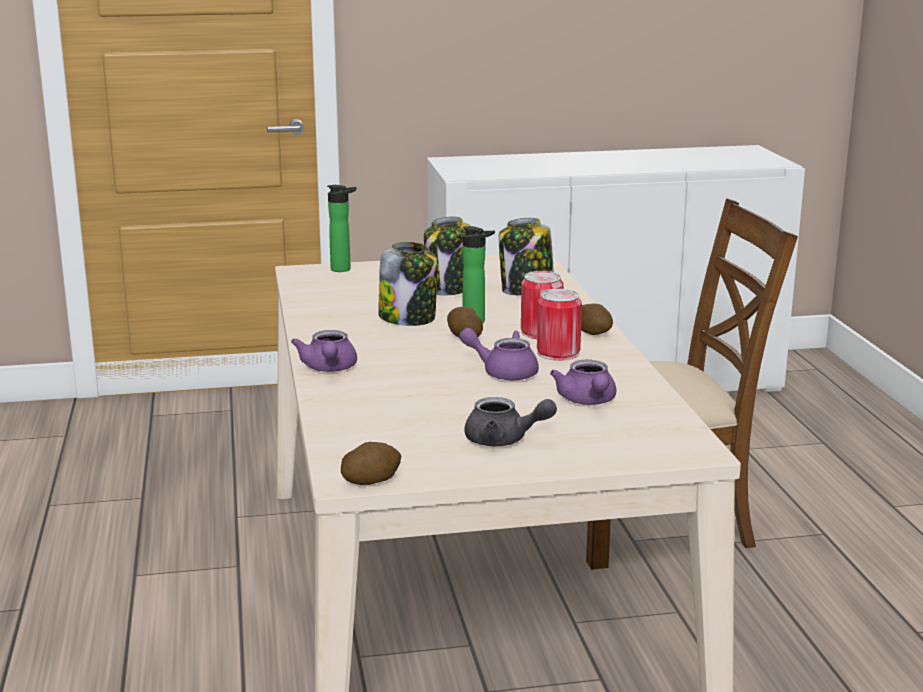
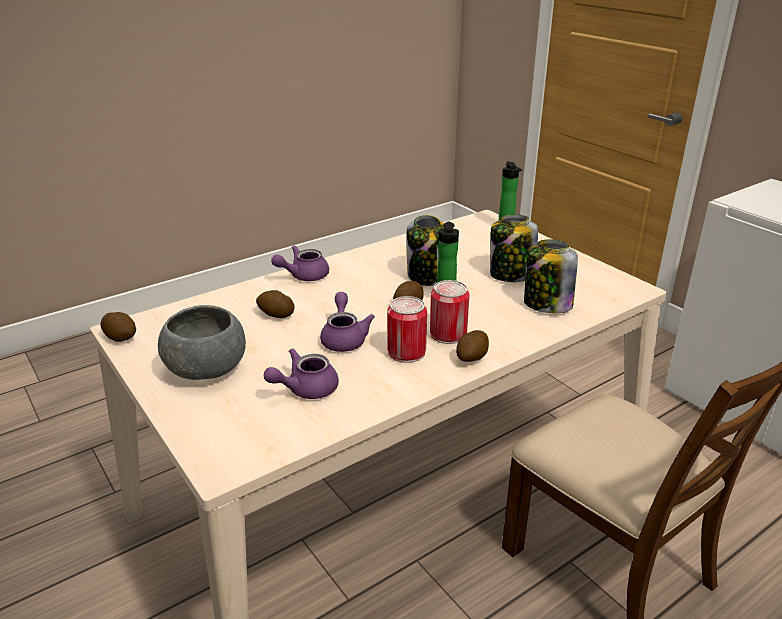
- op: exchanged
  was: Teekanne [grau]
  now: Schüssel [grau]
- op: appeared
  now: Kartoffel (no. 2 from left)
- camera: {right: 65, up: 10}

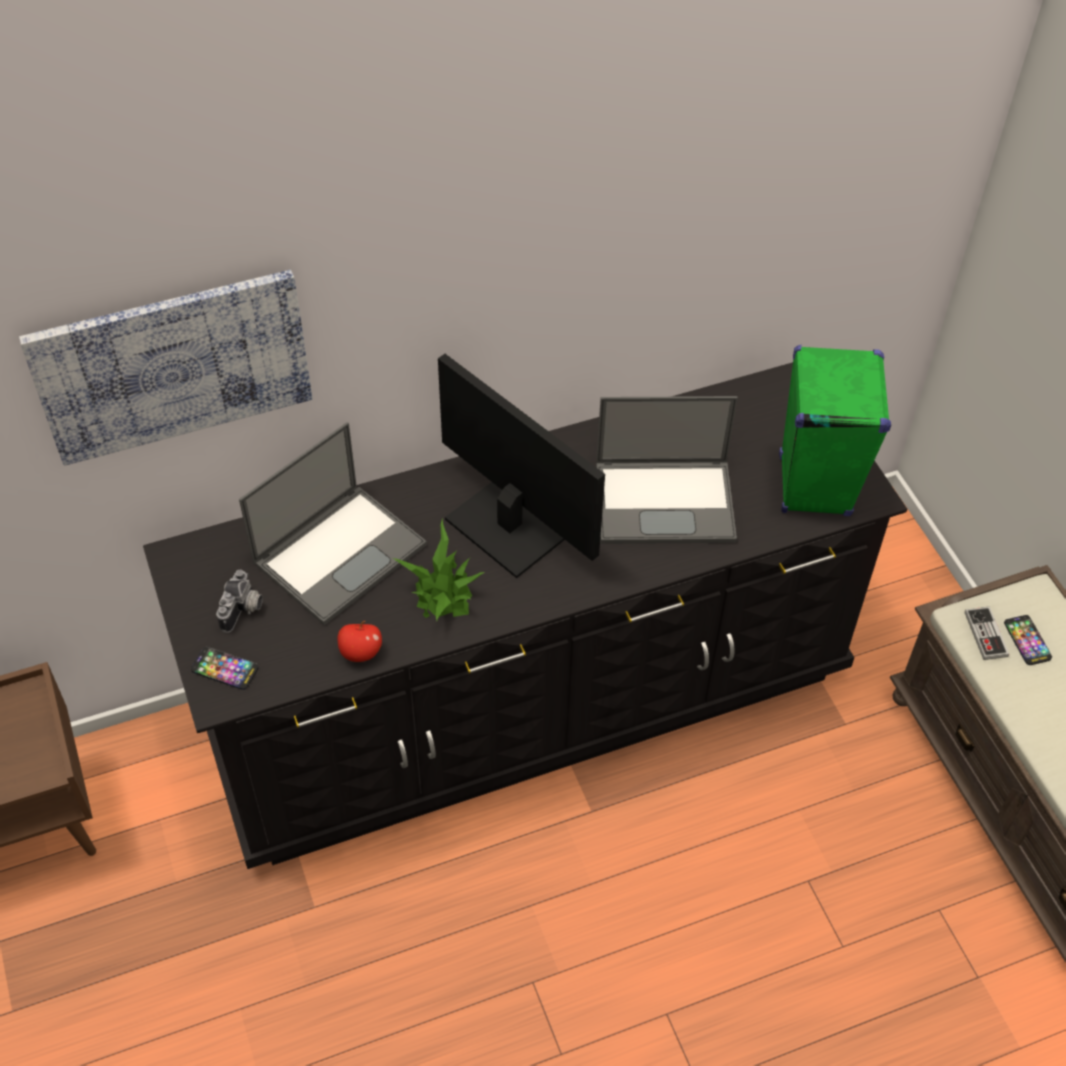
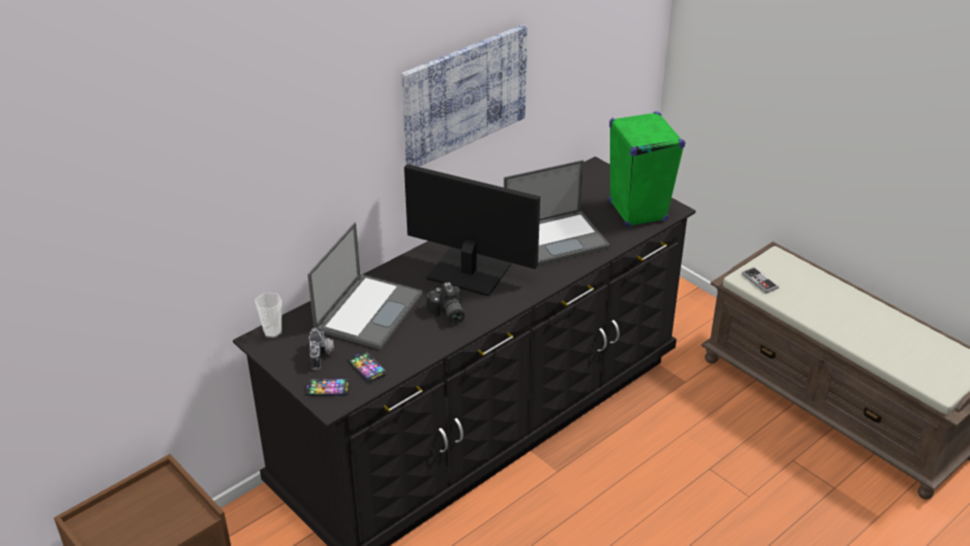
- op: relocated
  was: Bild
- op: exchanged
  was: Topfpflanze
  now: Kamera (no. 2 from left)
- op: relocated
  was: Handy (no. 2 from left)
- op: missing
  was: Apfel
- op: appeared
  now: Tasse
- camera: {right: -20, up: -15}

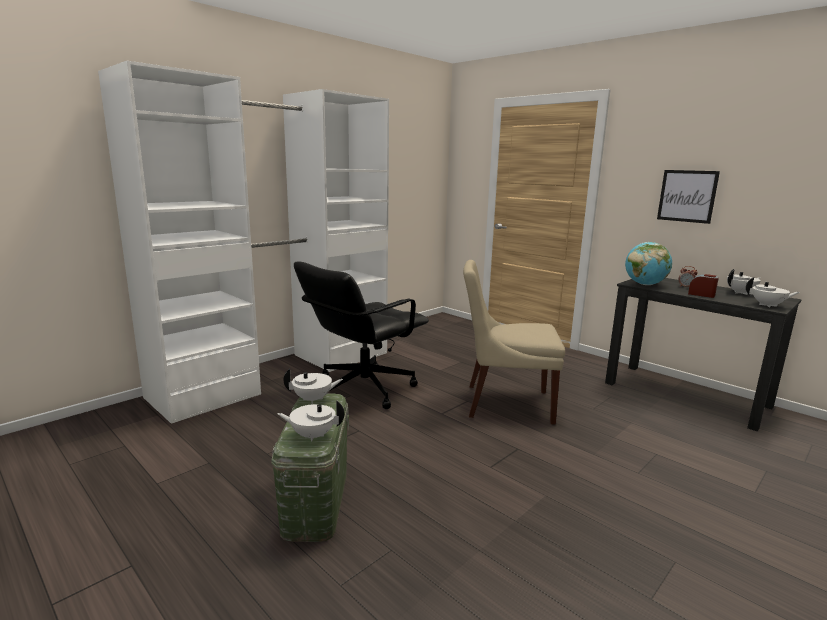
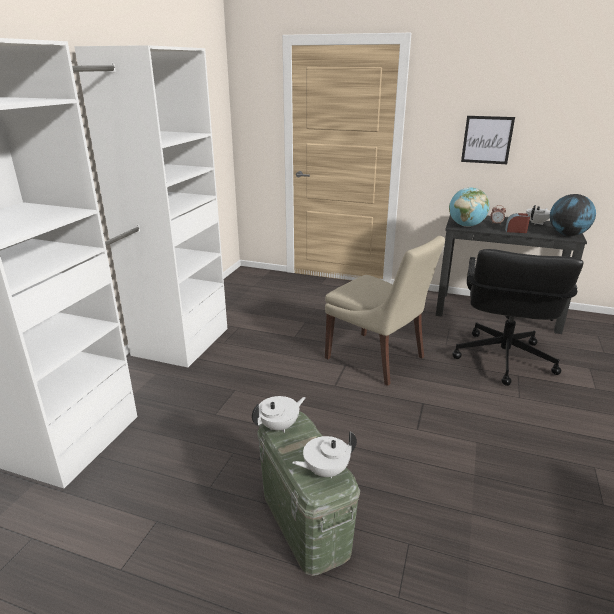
- op: spun
  was: Stuhl [beige]
  clockwise: -120
- op: relocated
  was: Bürostuhl [schwarz]
- op: exchanged
  was: Teekanne [weiß] (no. 4 from left)
  now: Globus (no. 2 from left)
- camera: {right: -25, up: 10}

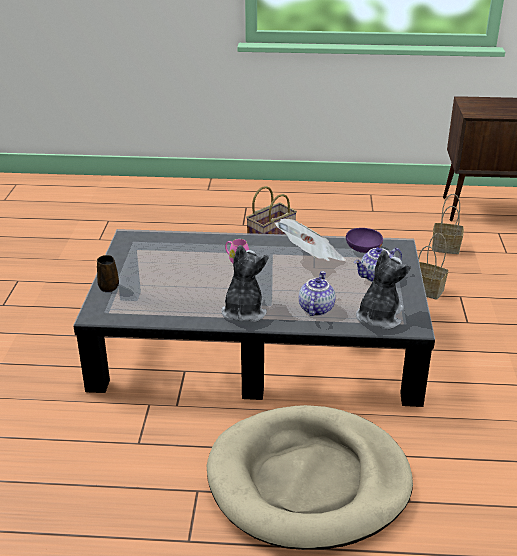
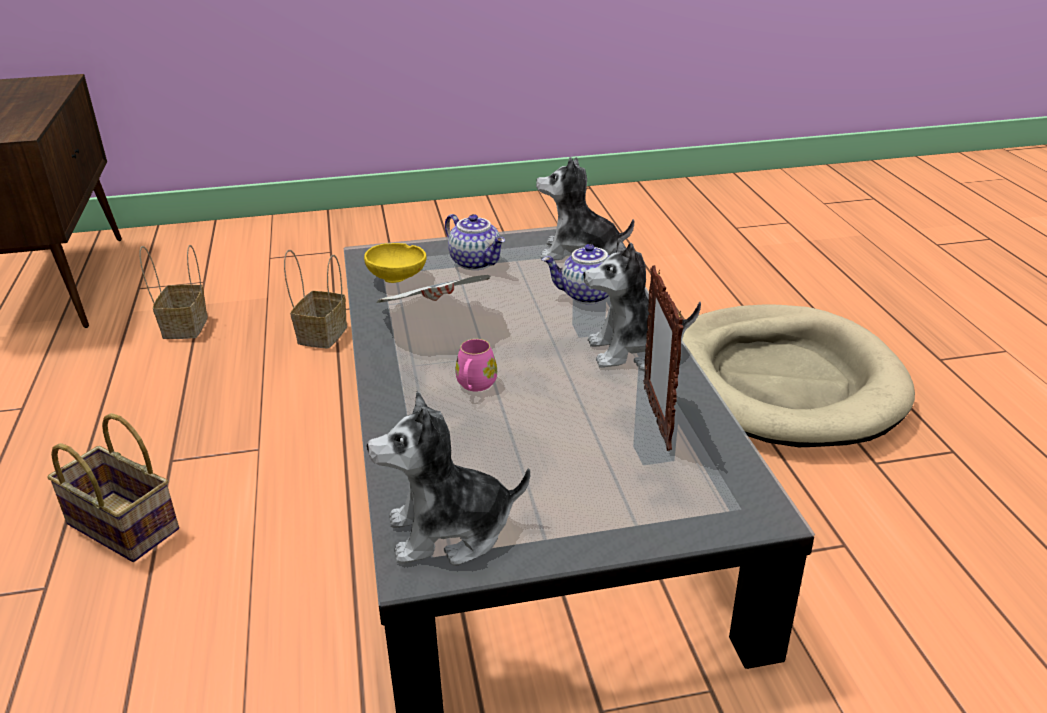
- op: colour
  was: Schüssel [lila]
  now: Schüssel [gelb]
- op: missing
  was: Henkelbecher [braun]
- op: appeared
  now: Bilderrahmen
- op: appeared
  now: Plüschtier (no. 1 from left)
- camera: {right: -105, up: 0}

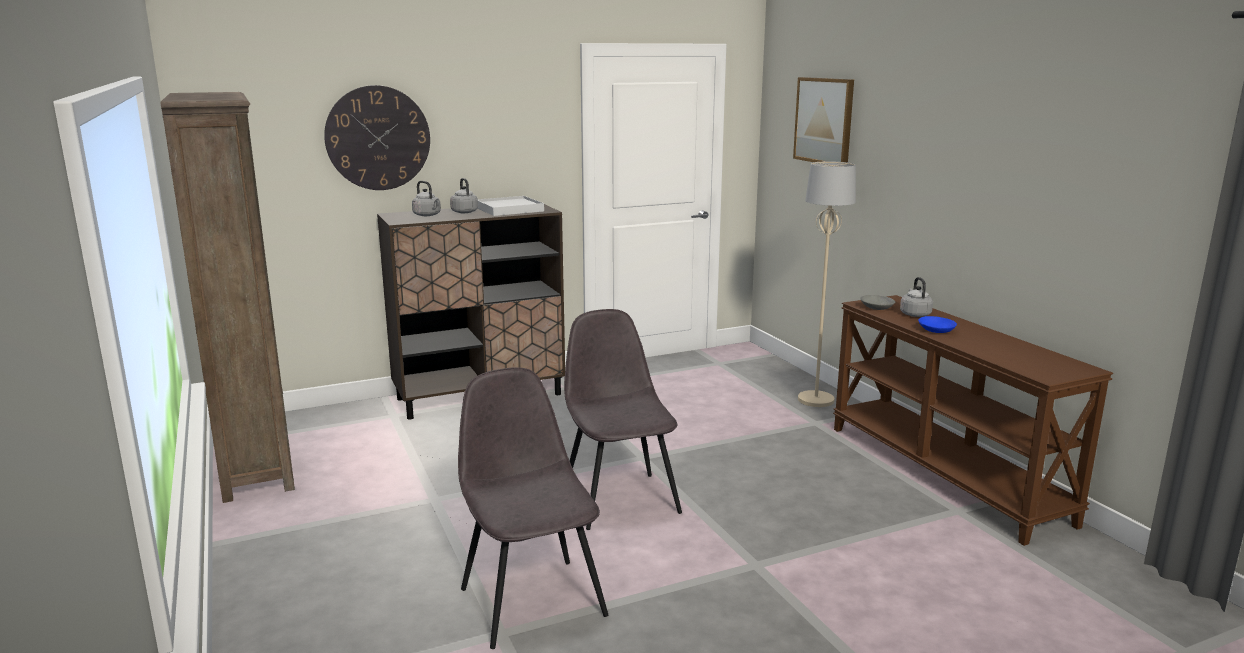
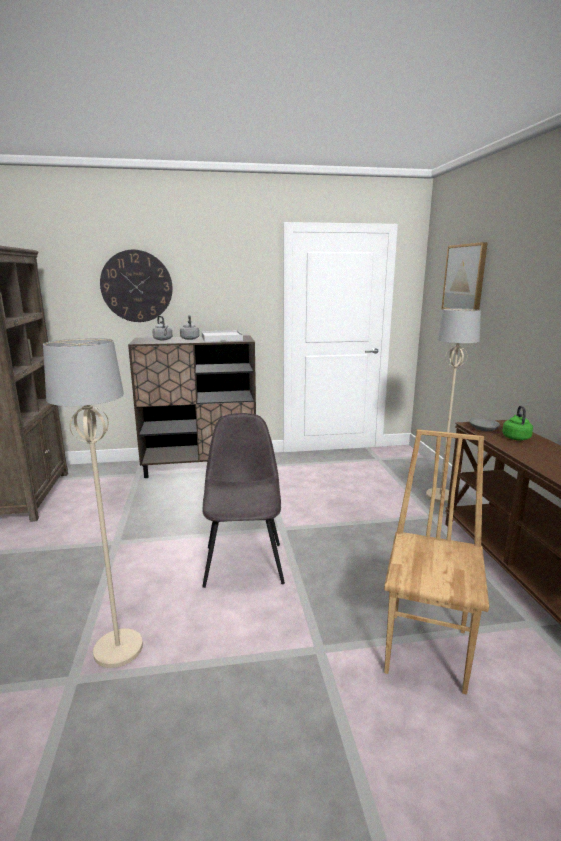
- op: colour
  was: Wasserkessel [grau] (no. 3 from left)
  now: Wasserkessel [grün]
- op: missing
  was: Schüssel [blau]
- op: exchanged
  was: Stuhl [grau] (no. 1 from left)
  now: Stehlampe [beige] (no. 1 from left)
- op: appeared
  now: Stuhl [braun]
- camera: {right: 15, up: 0}

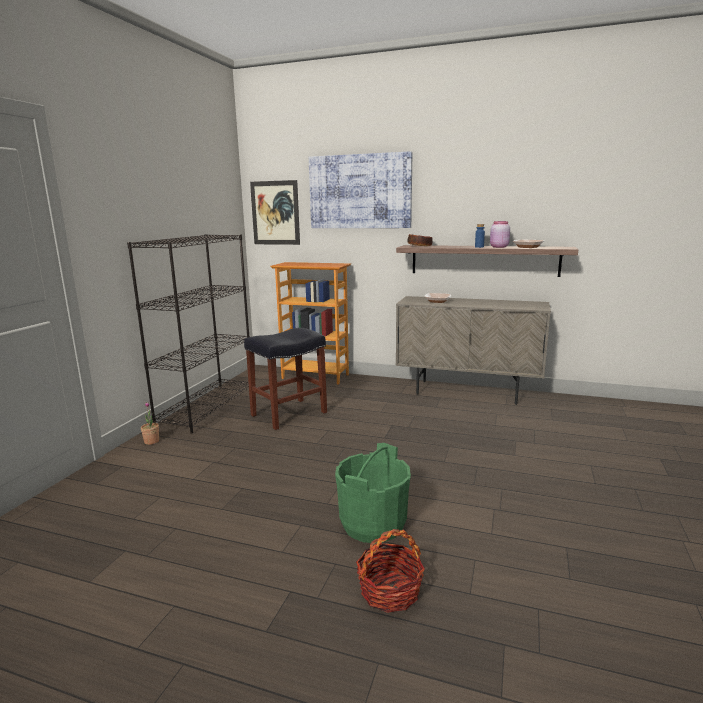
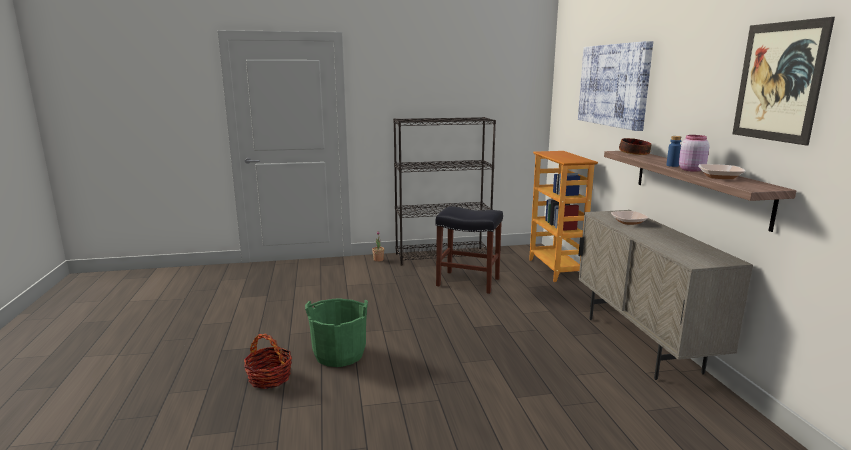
- op: relocated
  was: Bild (no. 1 from left in the first image)
  now: Bild (no. 2 from left)
- camera: {right: 60, up: 0}

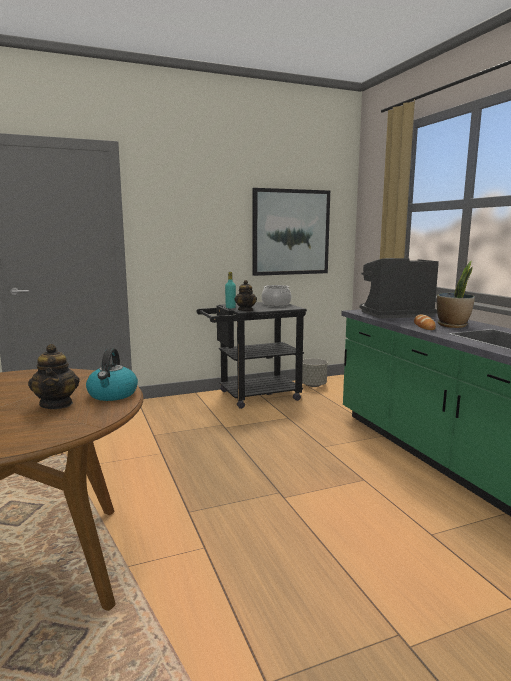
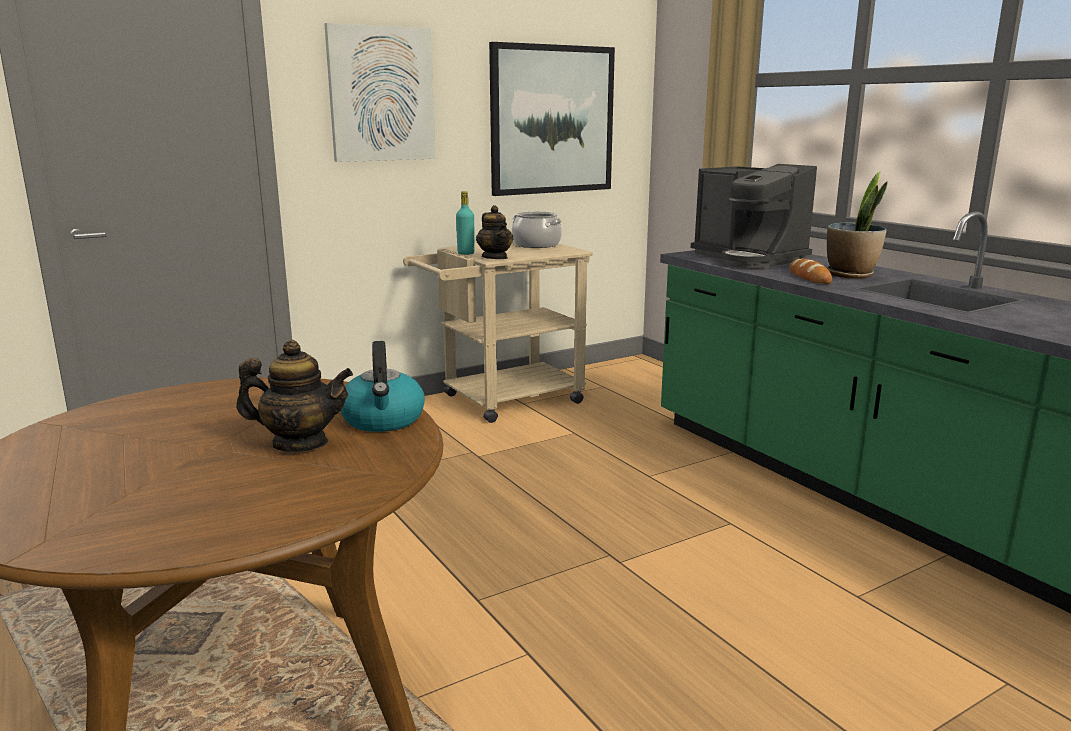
- op: spun
  was: Kaffeemaschine
  clockwise: -105
- op: colour
  was: Rollwagen [schwarz]
  now: Rollwagen [beige]
- op: spun
  was: Teekanne (no. 1 from left)
  clockwise: -60
- op: missing
  was: Pflanzkübel [grau]
- op: appeared
  now: Bild (no. 1 from left)
- camera: {right: -10, up: 5}

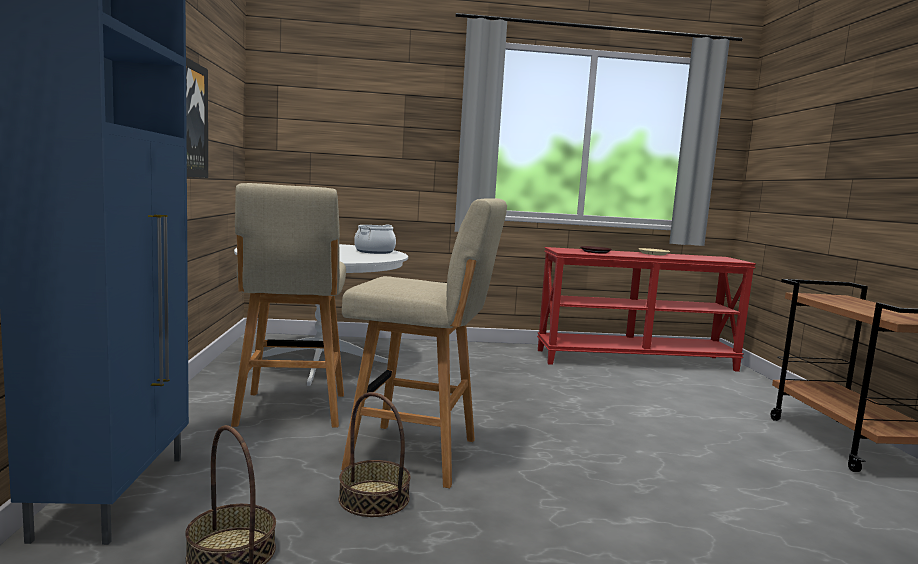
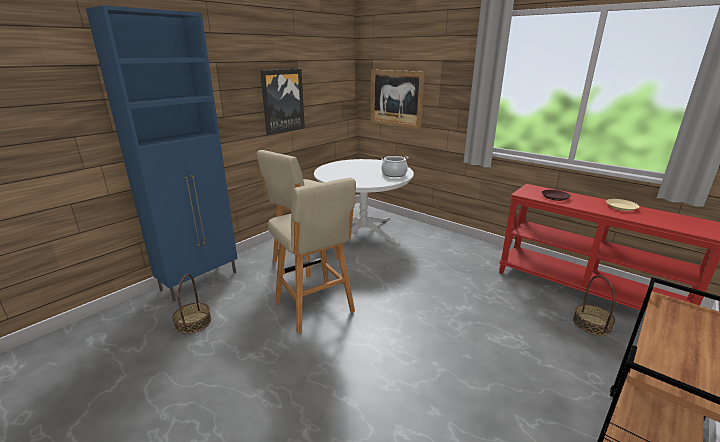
- op: relocated
  was: Korb (no. 2 from left)
- op: appeared
  now: Bild (no. 2 from left)
- camera: {right: 45, up: 15}

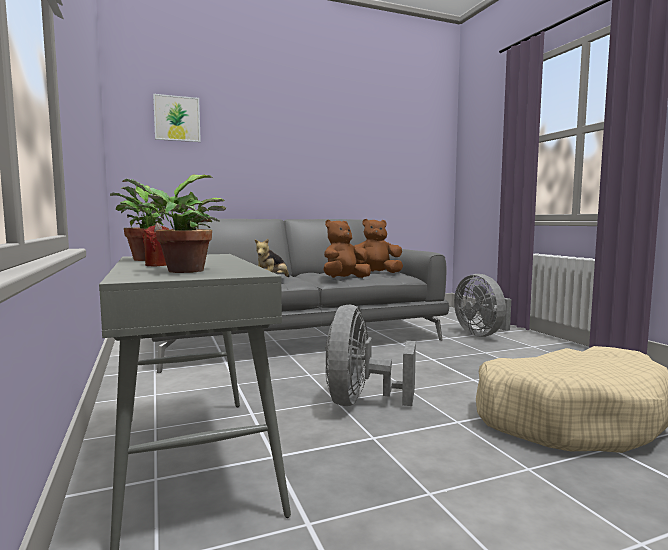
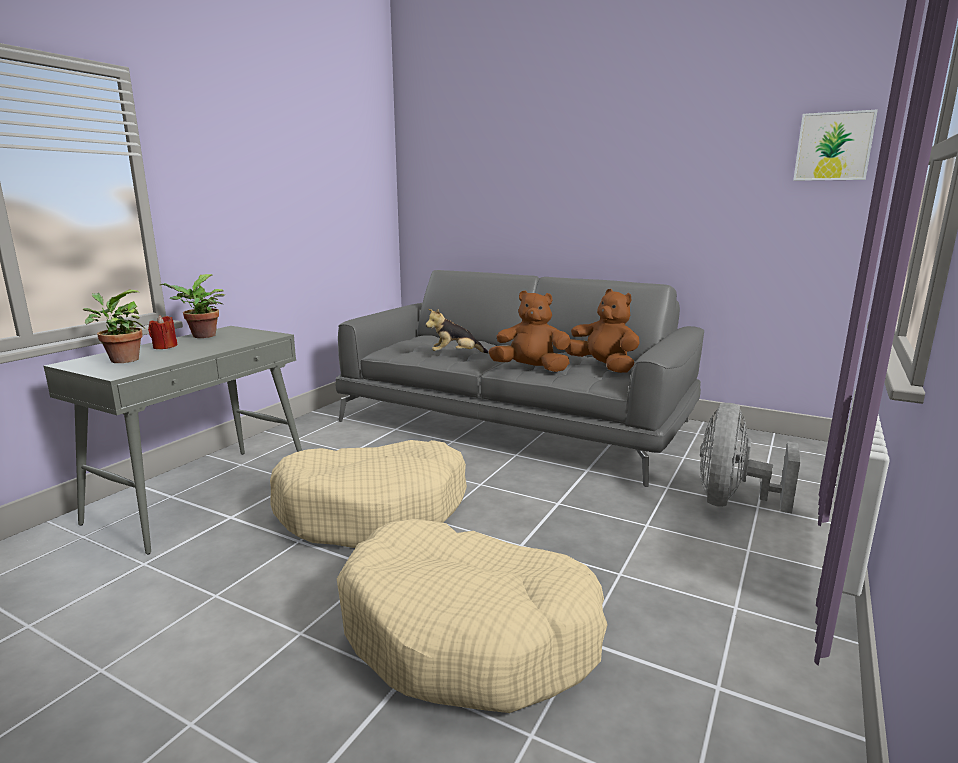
- op: relocated
  was: Bild
- op: exchanged
  was: Ventilator [grau] (no. 1 from left)
  now: Hundebett [beige] (no. 1 from left)
- camera: {right: 50, up: 10}

